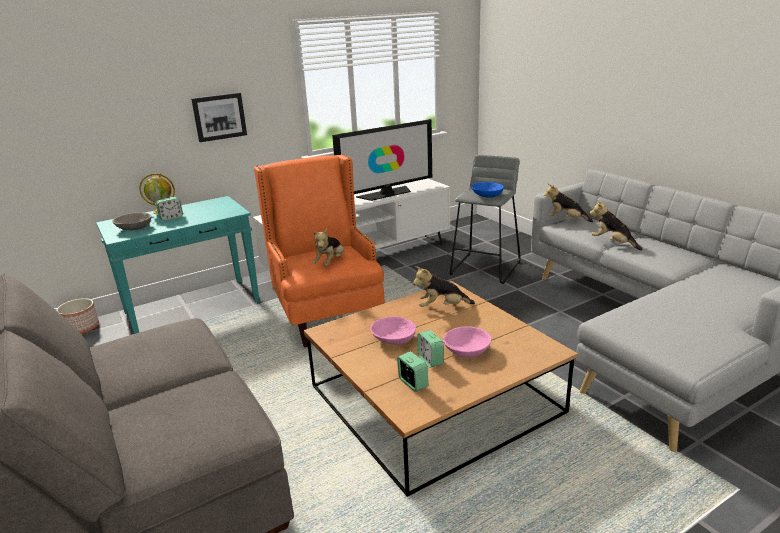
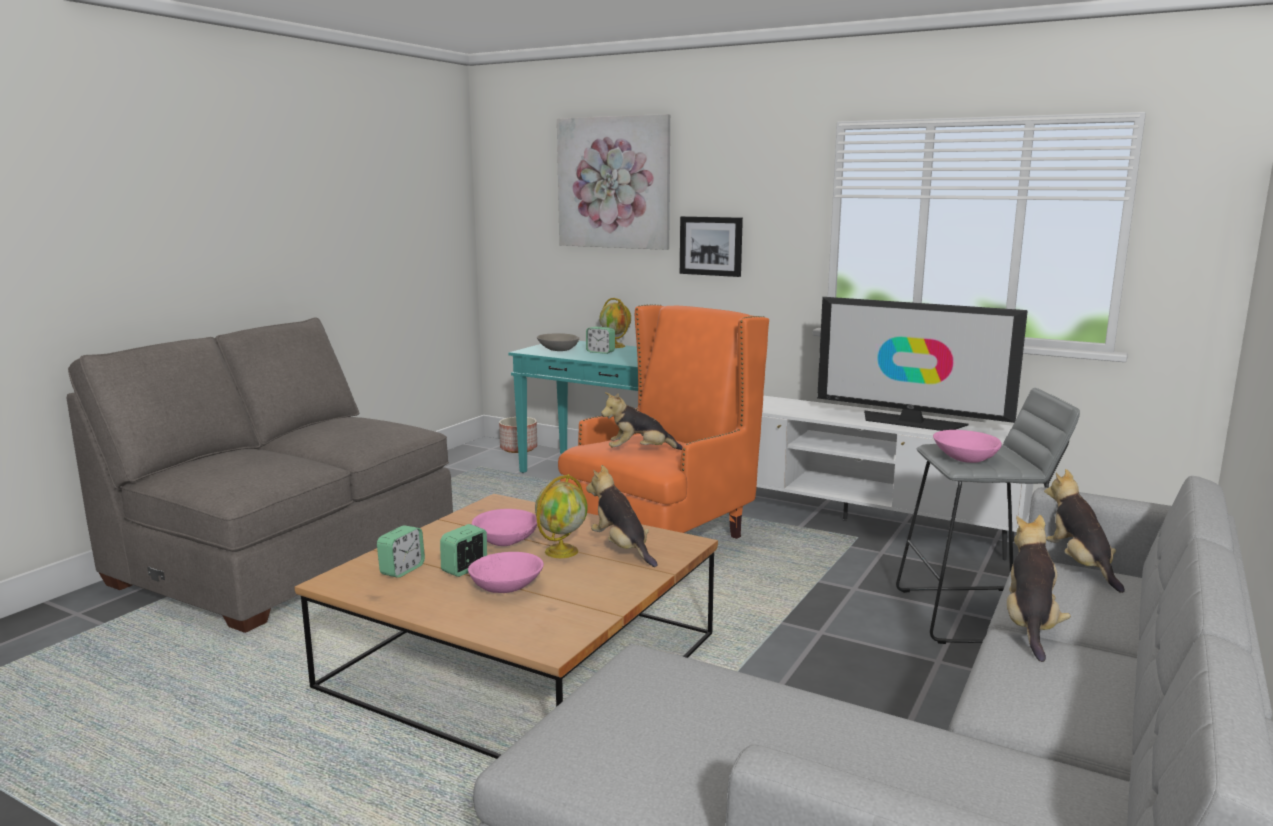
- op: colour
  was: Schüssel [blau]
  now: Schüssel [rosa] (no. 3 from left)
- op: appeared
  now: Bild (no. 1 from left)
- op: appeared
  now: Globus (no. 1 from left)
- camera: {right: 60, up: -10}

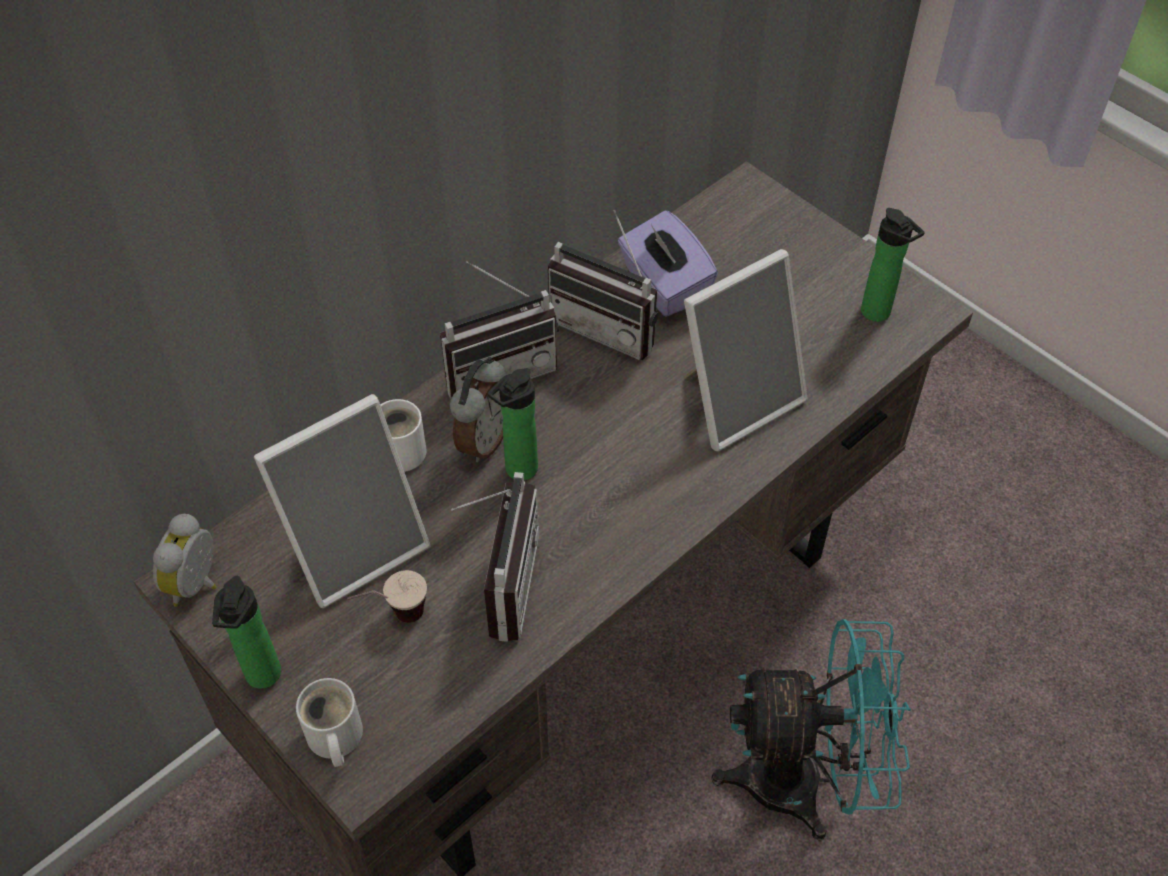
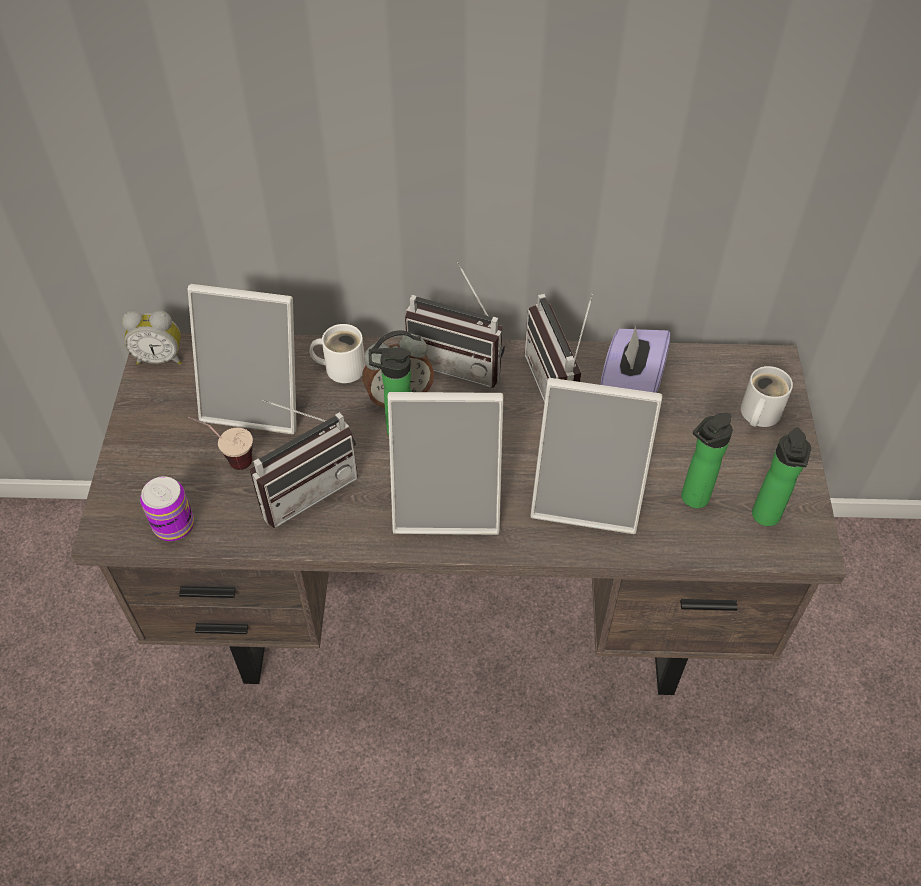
- op: spun
  was: Wecker (no. 1 from left)
  clockwise: -150
- op: relocated
  was: Flasche (no. 1 from left in the first image)
  now: Flasche (no. 2 from left)
- op: missing
  was: Ventilator [türkis]
- op: relocated
  was: Henkelbecher [weiß] (no. 1 from left in the first image)
  now: Henkelbecher [weiß] (no. 2 from left)
- op: appeared
  now: Bilderrahmen (no. 2 from left)
- op: appeared
  now: Dose
- camera: {right: 45, up: 0}

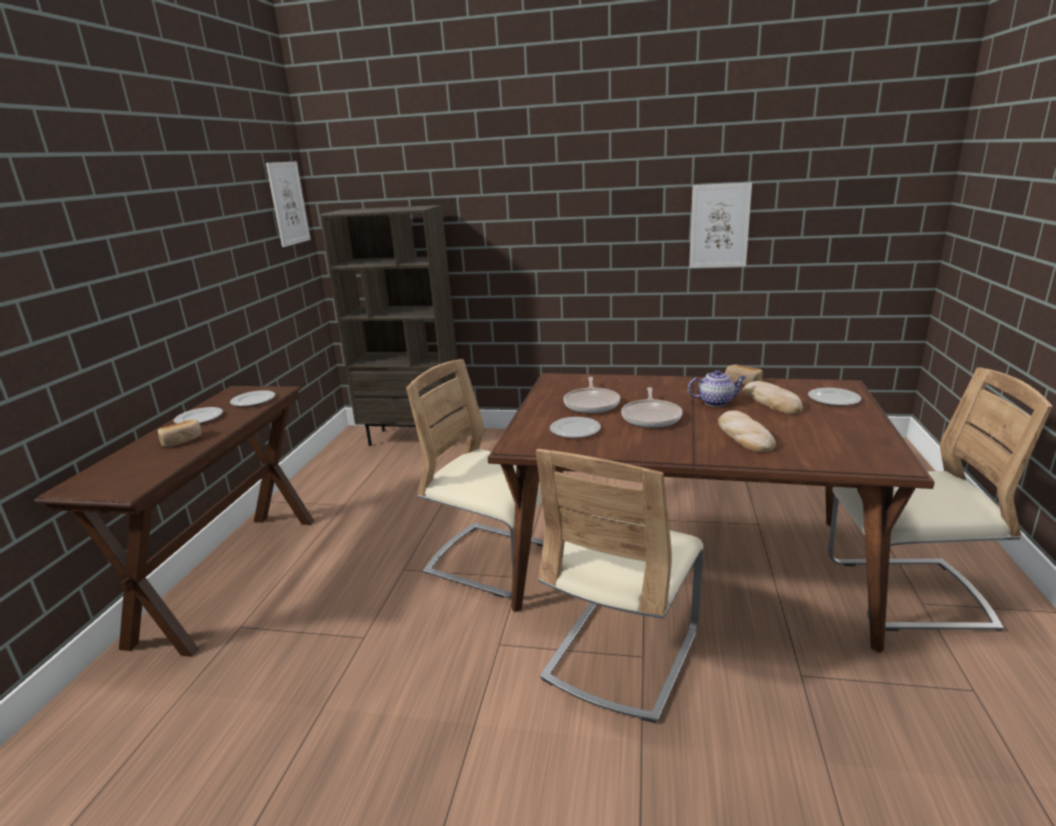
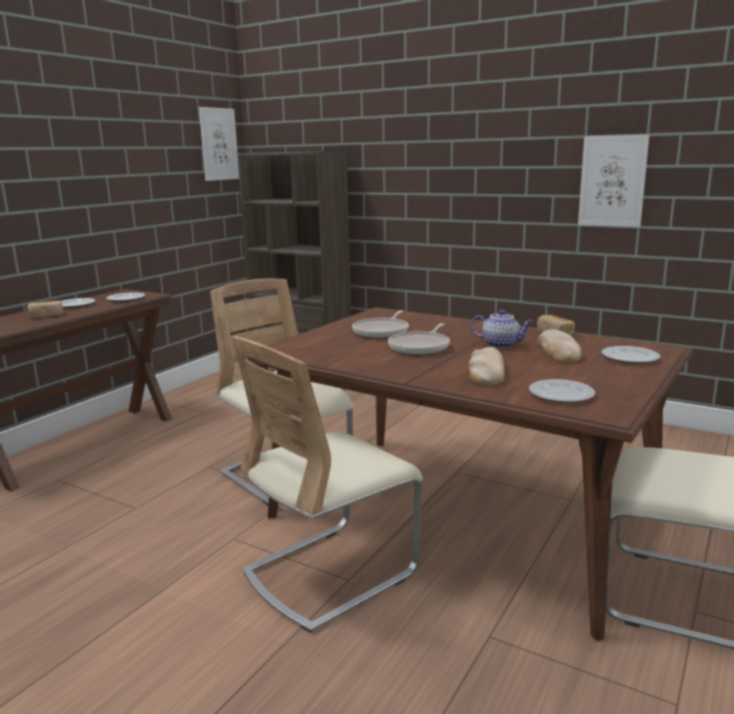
- op: relocated
  was: Teller (no. 3 from left)
- camera: {right: 20, up: -5}

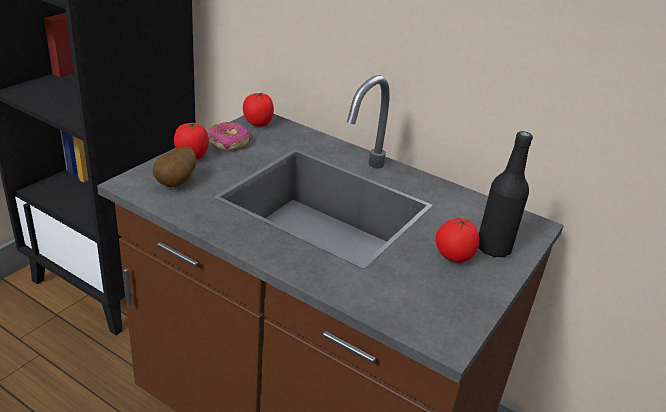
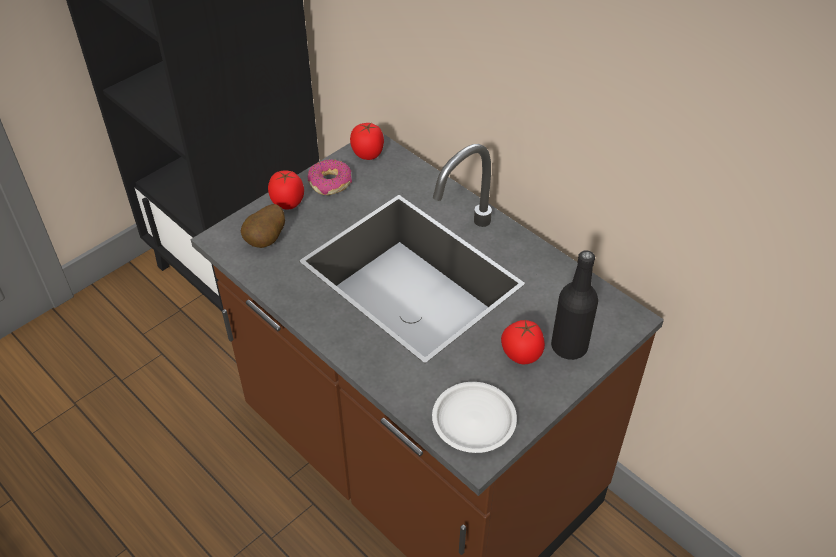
- op: appeared
  now: Teller [weiß]
- camera: {right: 15, up: 15}

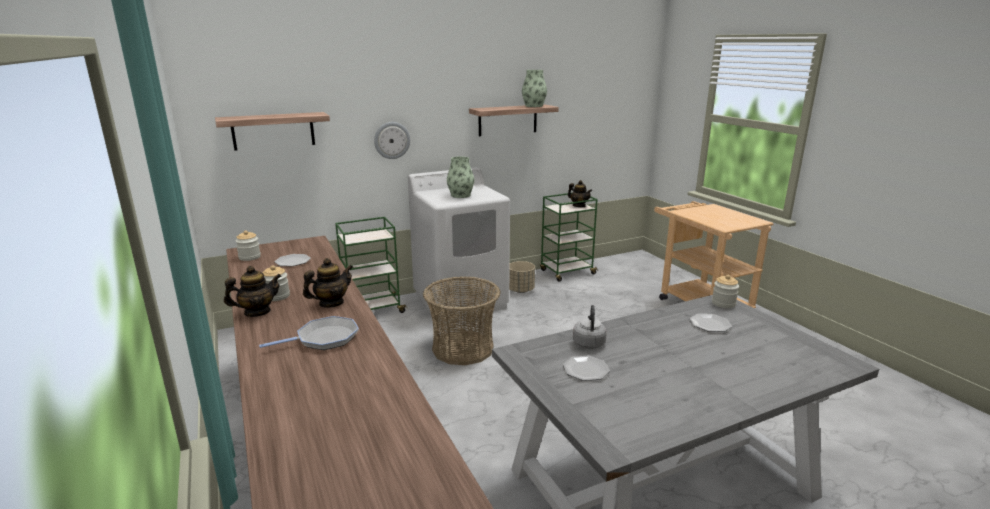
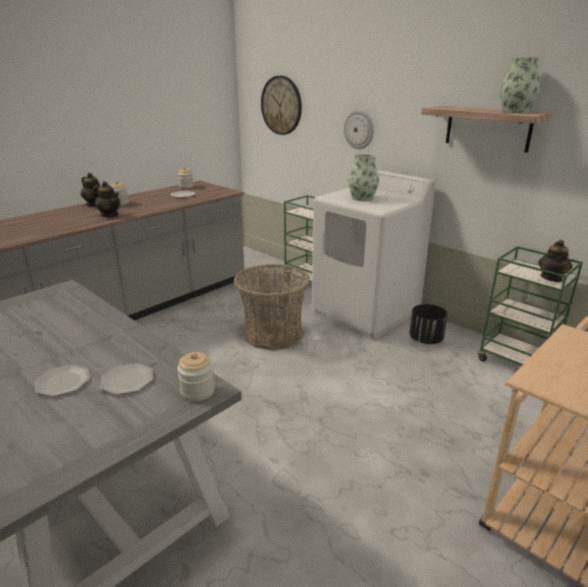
- op: exchanged
  was: Wandregal (no. 1 from left)
  now: Wanduhr (no. 1 from left)
- op: colour
  was: Pflanzkübel [beige]
  now: Pflanzkübel [schwarz]
- op: missing
  was: Wasserkessel [grau]
- op: missing
  was: Pfanne
- op: relocated
  was: Teller (no. 2 from left in the first image)
  now: Teller (no. 1 from left)
- camera: {right: 70, up: 5}

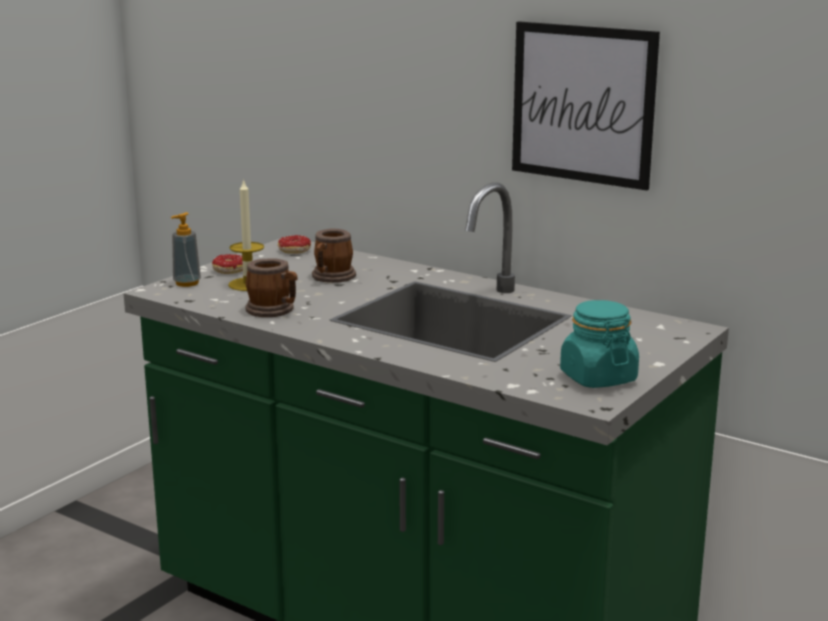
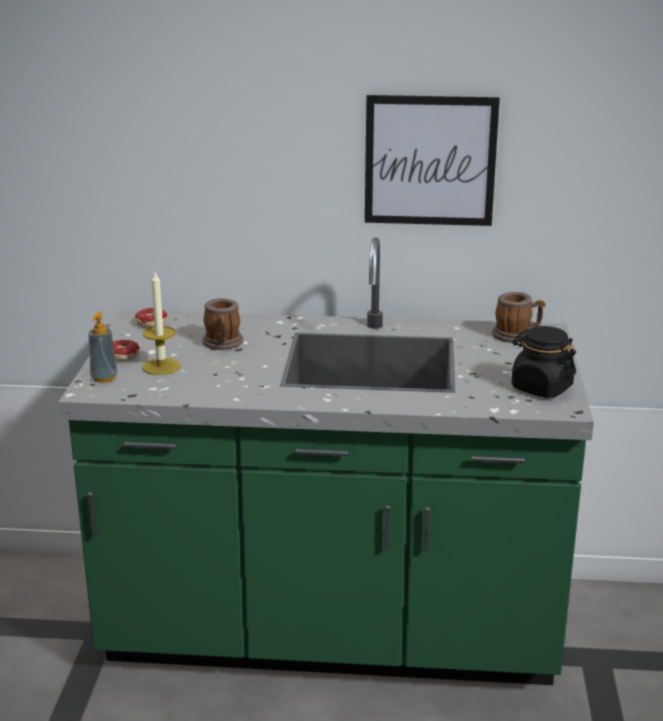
- op: relocated
  was: Henkelbecher (no. 1 from left in the first image)
  now: Henkelbecher (no. 2 from left)
- op: colour
  was: Vorratsglas [türkis]
  now: Vorratsglas [schwarz]
- camera: {right: -30, up: 5}

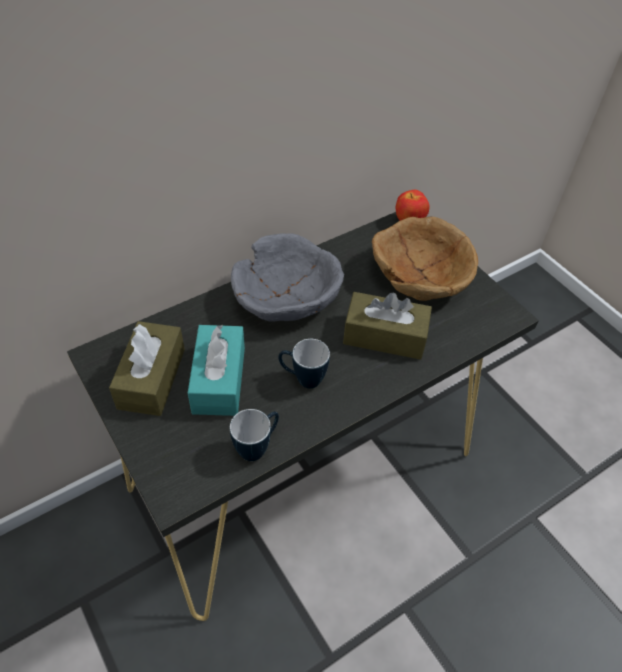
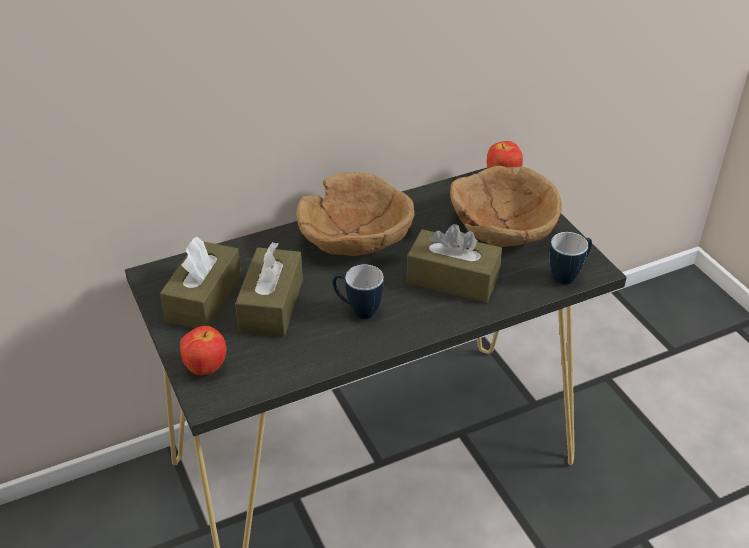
- op: colour
  was: Schüssel [grau]
  now: Schüssel [braun] (no. 1 from left)
- op: colour
  was: Taschentuchbox [türkis]
  now: Taschentuchbox [braun] (no. 2 from left)
- op: relocated
  was: Henkelbecher (no. 1 from left in the first image)
  now: Henkelbecher (no. 2 from left)
- op: appeared
  now: Apfel (no. 1 from left)
- camera: {right: 10, up: -10}

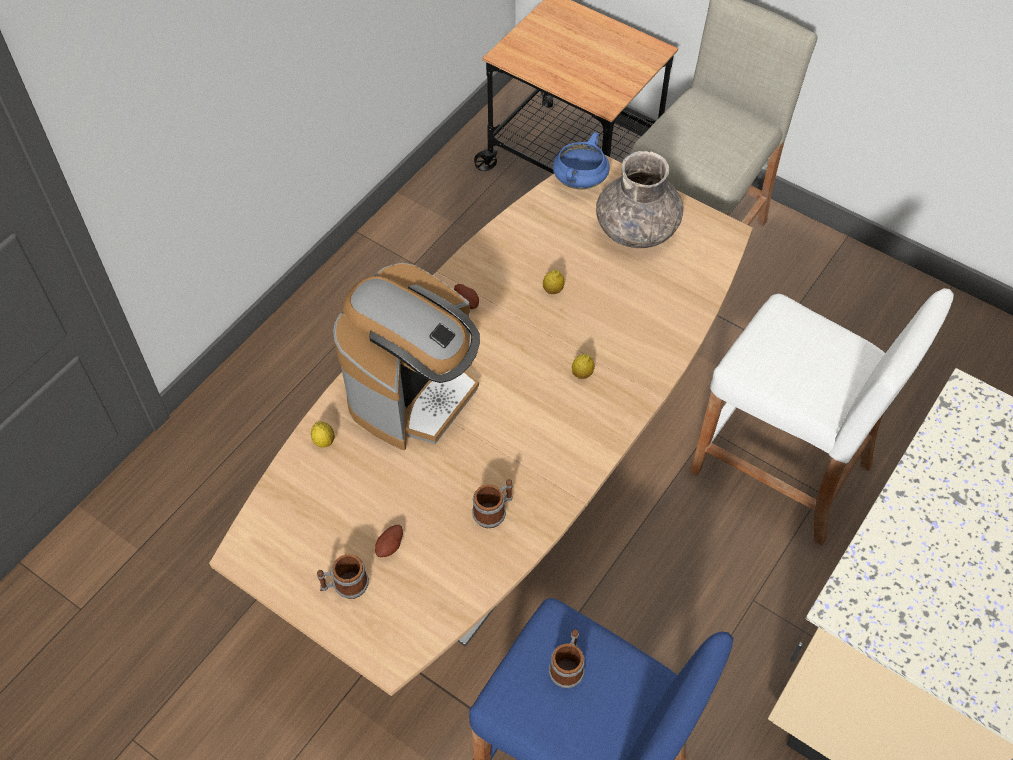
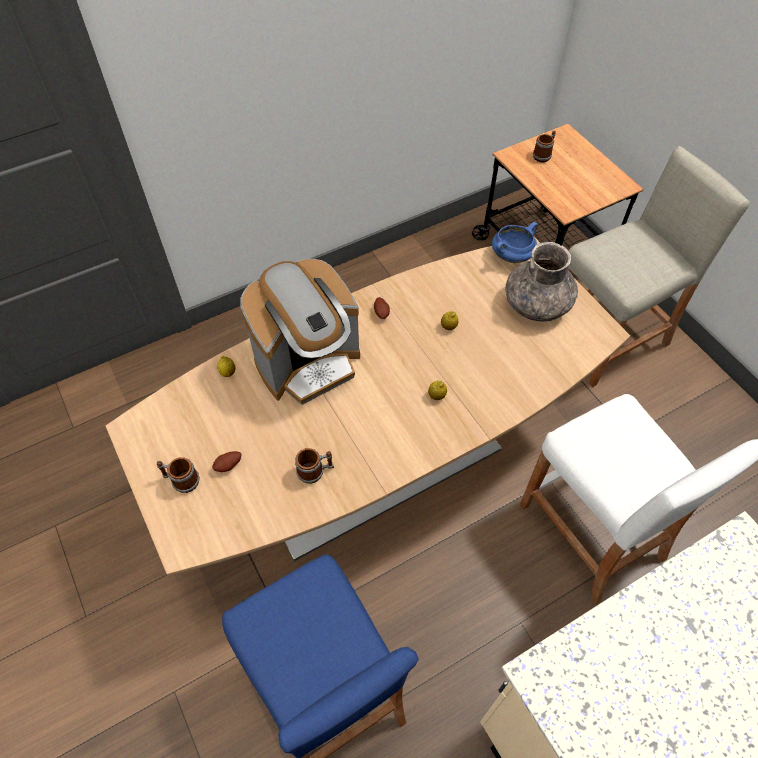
- op: relocated
  was: Henkelbecher (no. 3 from left)
- camera: {right: 25, up: 0}

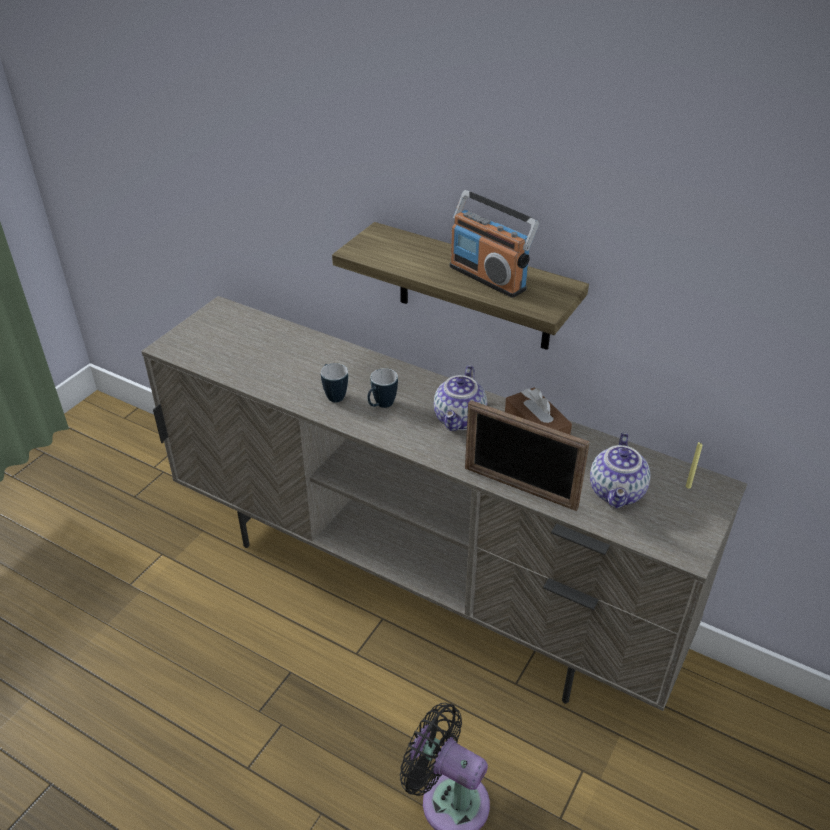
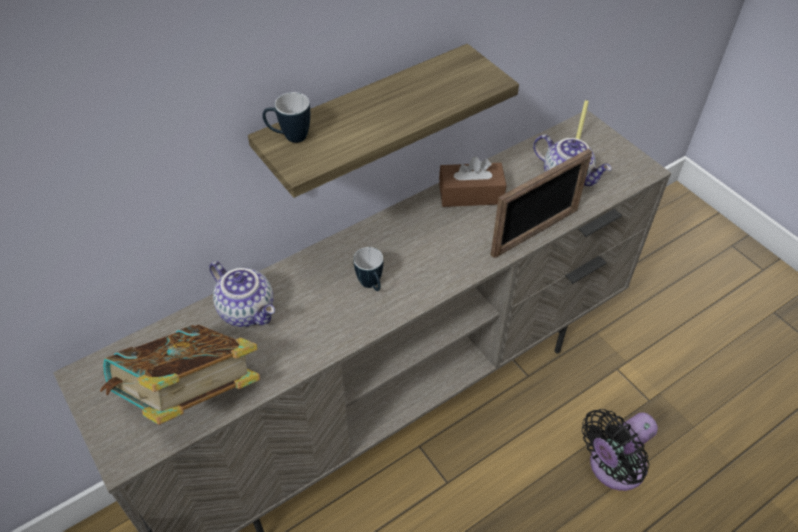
- op: missing
  was: Radio
- op: relocated
  was: Henkelbecher (no. 1 from left)
- op: relocated
  was: Teekanne (no. 1 from left)
- op: appeared
  now: Buch
- camera: {right: -65, up: 10}

